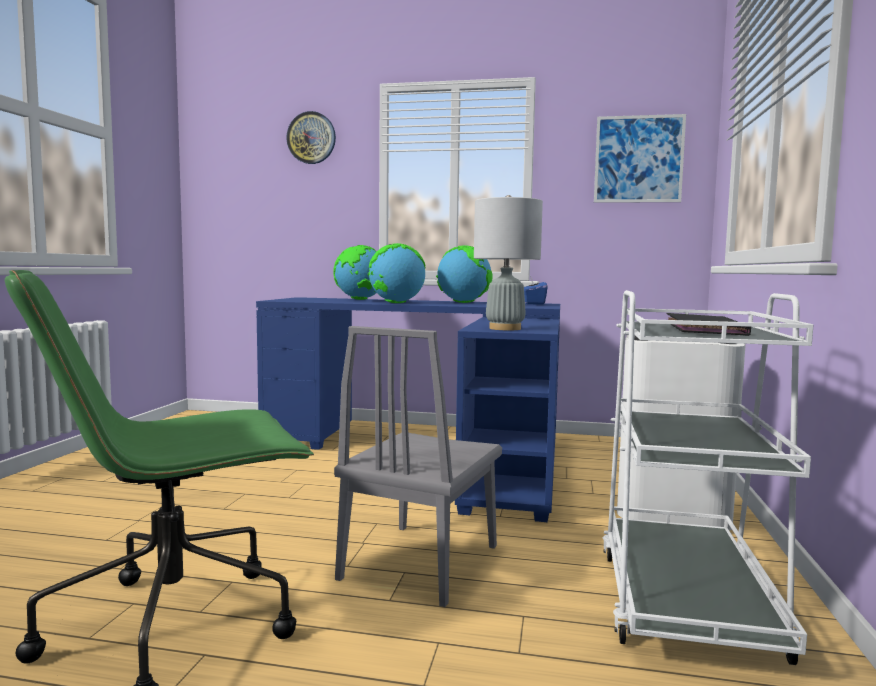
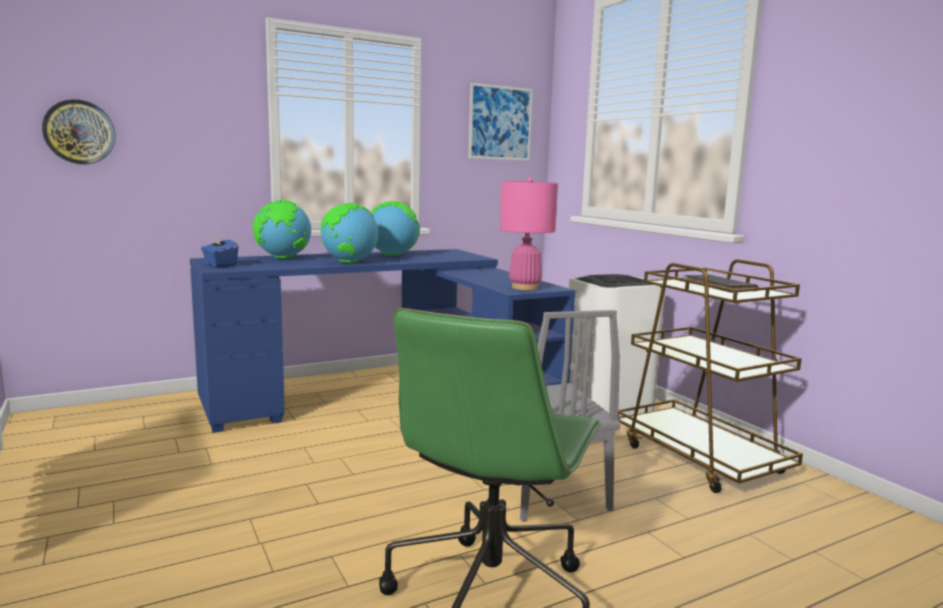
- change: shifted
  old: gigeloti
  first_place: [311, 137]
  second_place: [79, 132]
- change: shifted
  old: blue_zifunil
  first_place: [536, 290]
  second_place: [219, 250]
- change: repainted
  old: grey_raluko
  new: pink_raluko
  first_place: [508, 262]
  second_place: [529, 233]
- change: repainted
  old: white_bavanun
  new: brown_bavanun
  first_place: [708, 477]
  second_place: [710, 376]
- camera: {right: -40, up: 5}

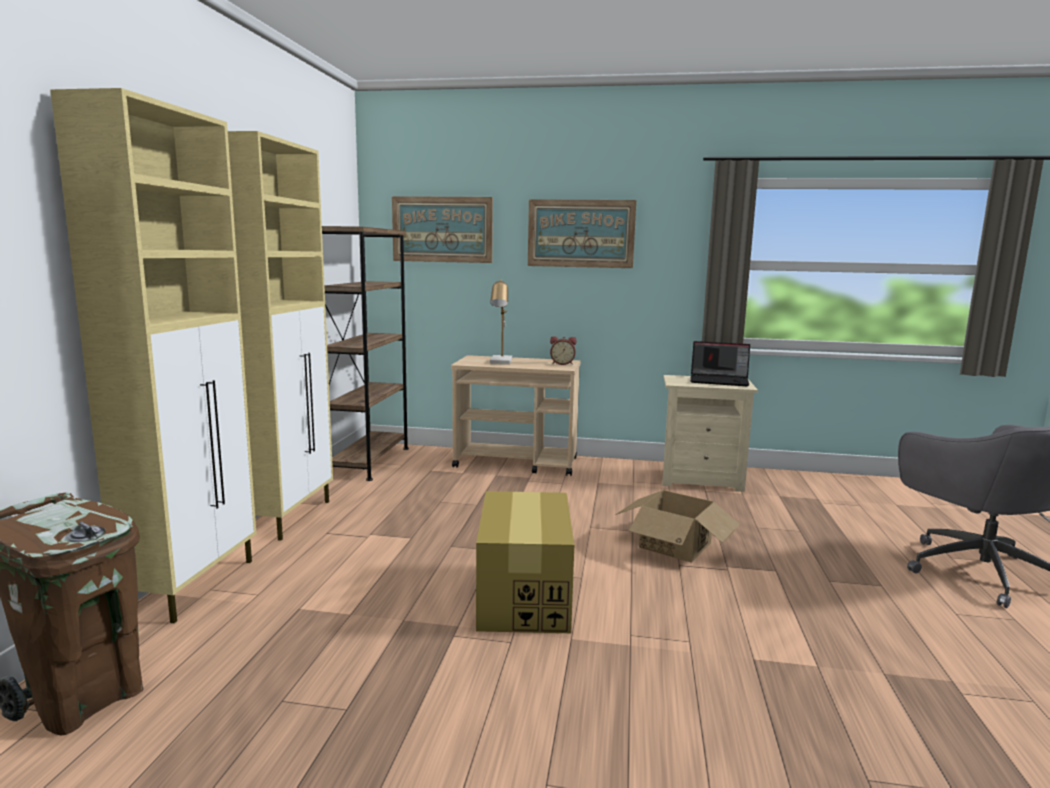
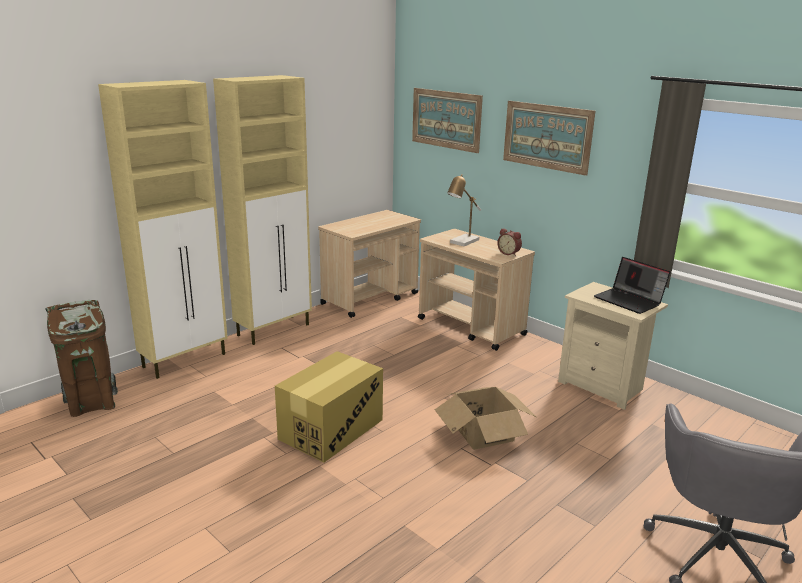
- change: swapped
  old: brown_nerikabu
  new: beige_bavanun
  first_place: [365, 353]
  second_place: [369, 264]
- camera: {right: 35, up: 10}

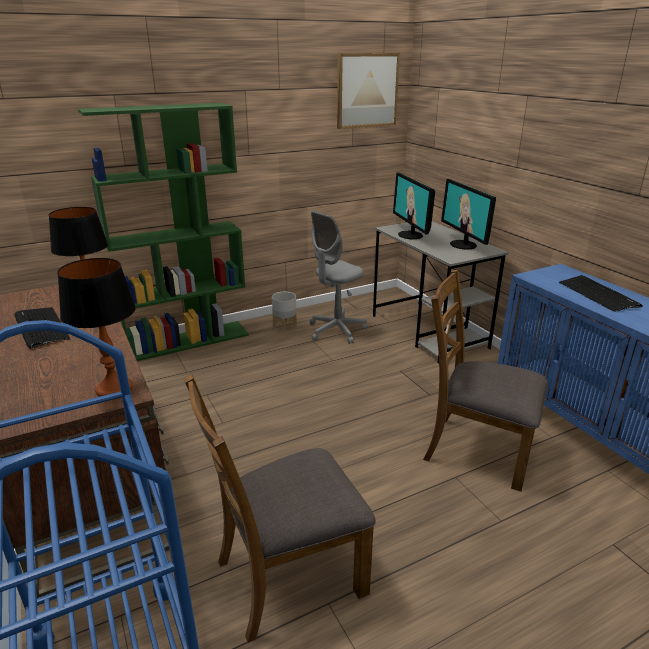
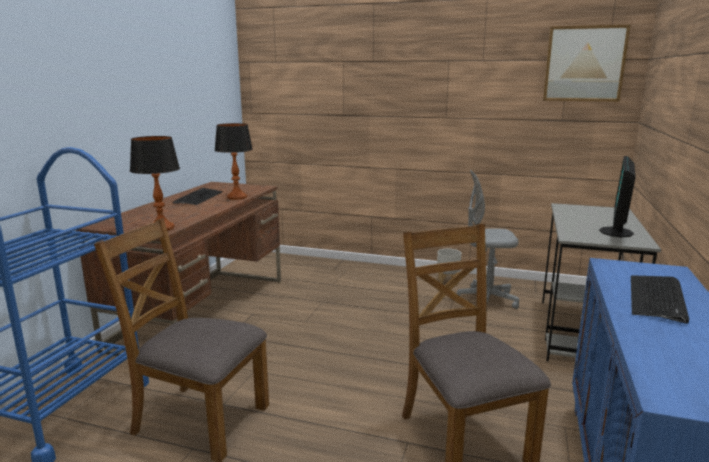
- change: gone
  old: green_nerikabu
  first_place: [163, 232]
- change: gone
  old: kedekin
  first_place: [414, 206]
- camera: {right: 45, up: -10}

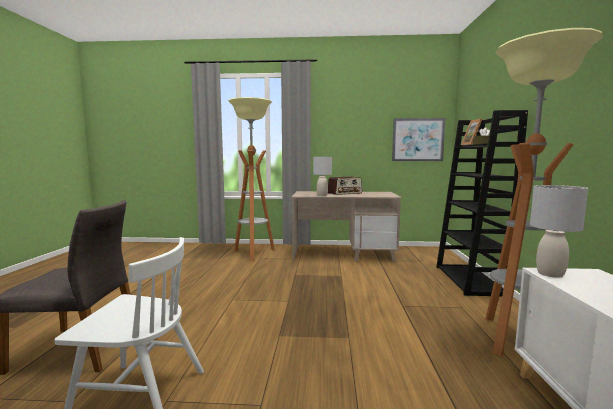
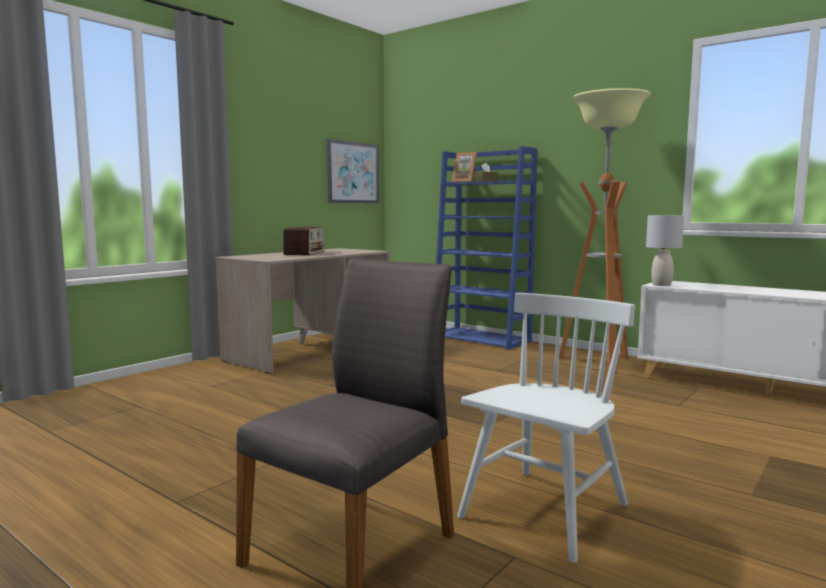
- change: gone
  old: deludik
  first_place: [251, 179]
- change: gone
  old: grey_raluko
  first_place: [322, 176]
- change: repainted
  old: black_nerikabu
  new: blue_nerikabu
  first_place: [482, 203]
  second_place: [486, 248]
- camera: {right: -55, up: 0}

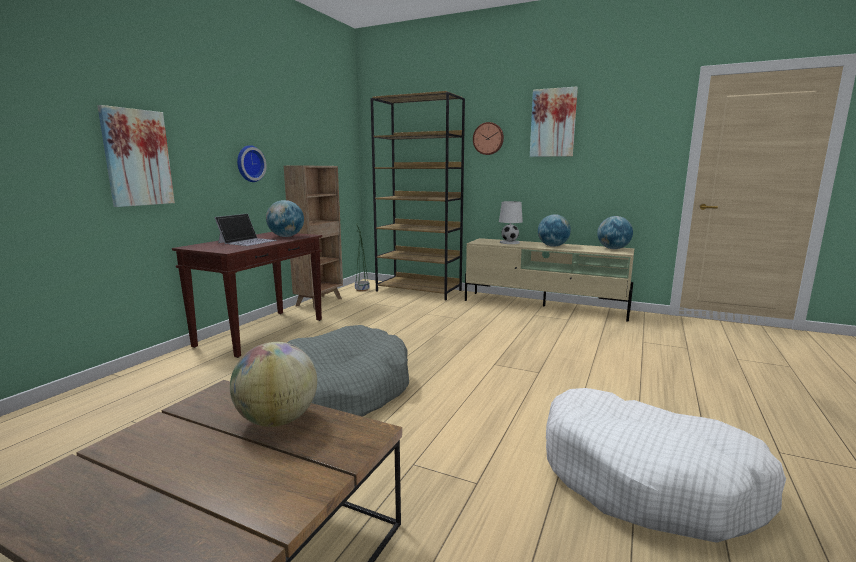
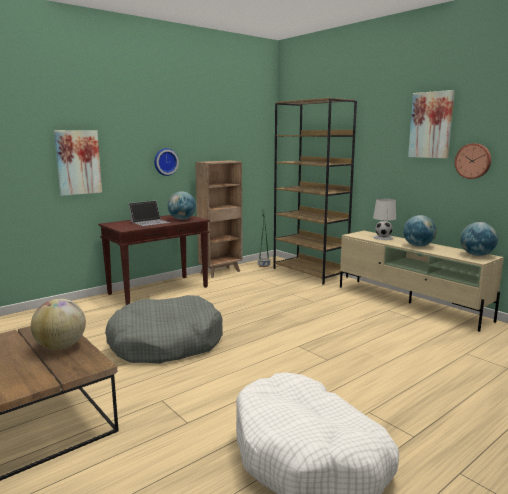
- change: shifted
  old: gigeloti
  first_place: [488, 138]
  second_place: [473, 161]
- camera: {right: 25, up: 0}

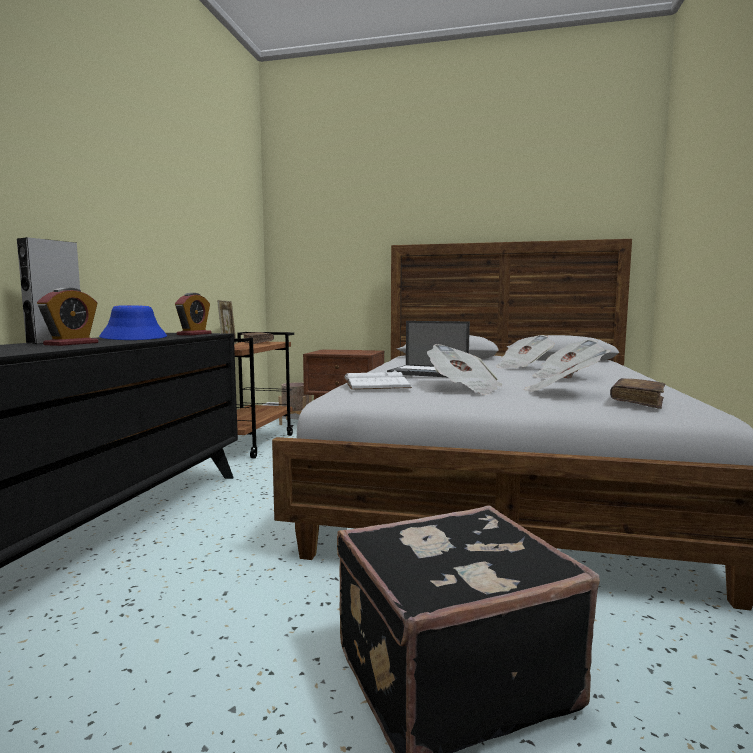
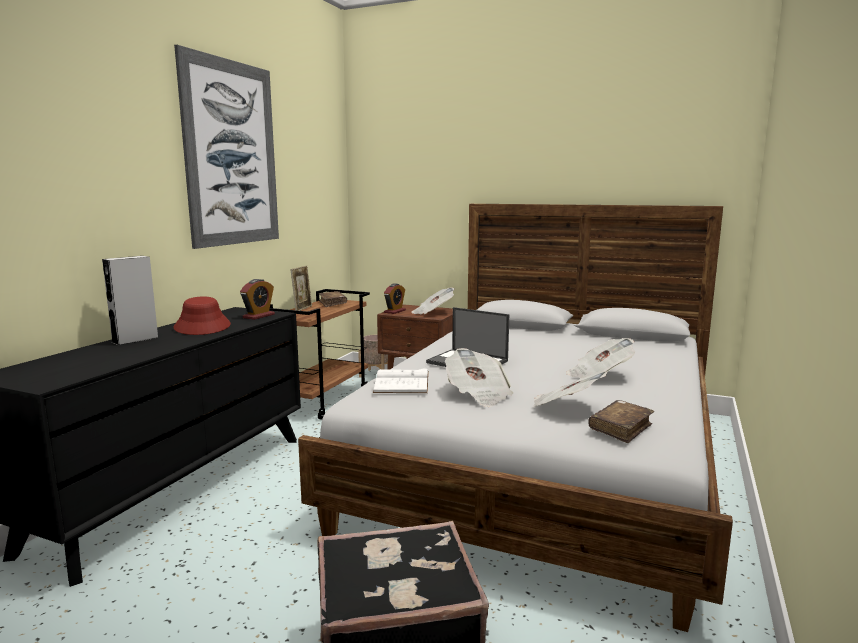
- change: new
  new: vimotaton
  second_place: [226, 147]
- change: shifted
  old: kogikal
  first_place: [67, 317]
  second_place: [395, 299]
- change: shifted
  old: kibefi
  first_place: [525, 351]
  second_place: [433, 300]
- change: repainted
  old: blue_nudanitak
  new: red_nudanitak
  first_place: [133, 322]
  second_place: [202, 316]
- camera: {right: 10, up: 5}

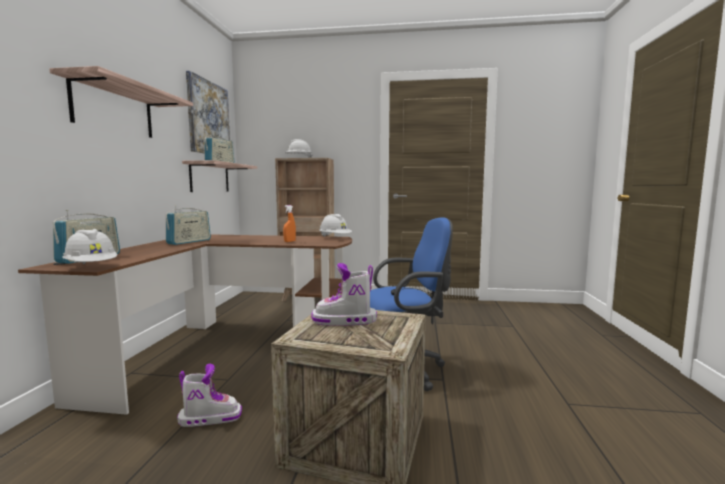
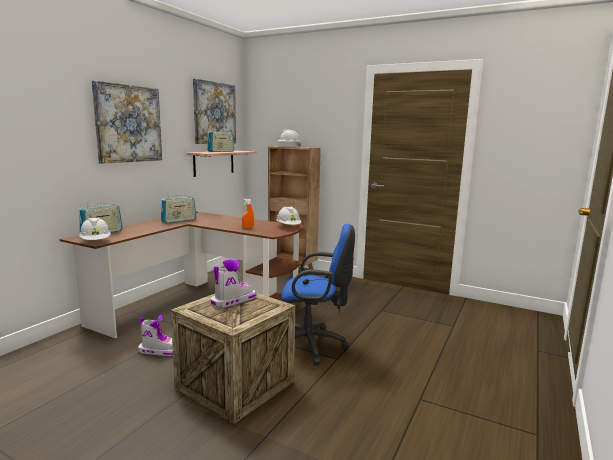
- change: swapped
  old: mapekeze
  new: vimotaton
  first_place: [121, 102]
  second_place: [127, 122]
- change: rotated
  old: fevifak
  first_place: [344, 294]
  second_place: [233, 283]
  degrees: 120
- camera: {right: 20, up: 5}

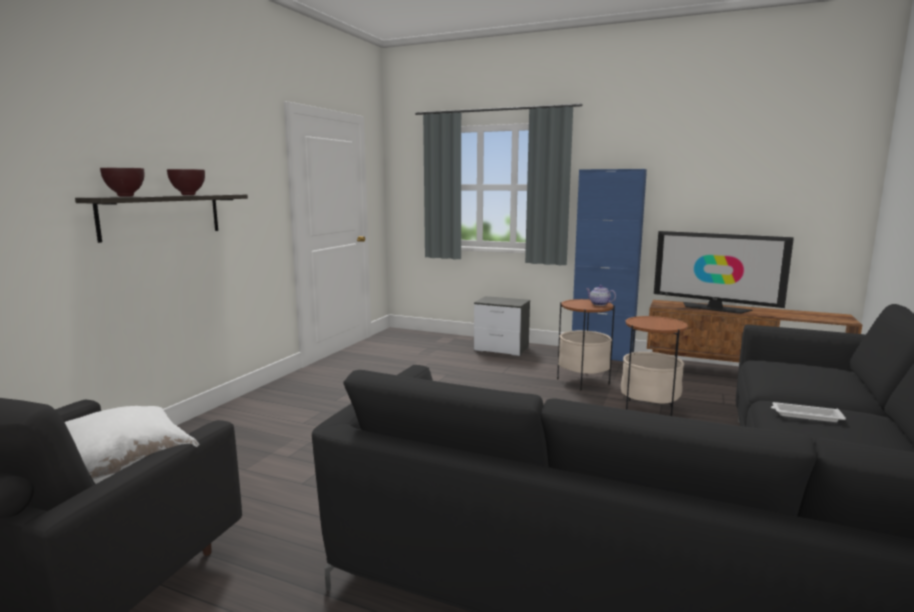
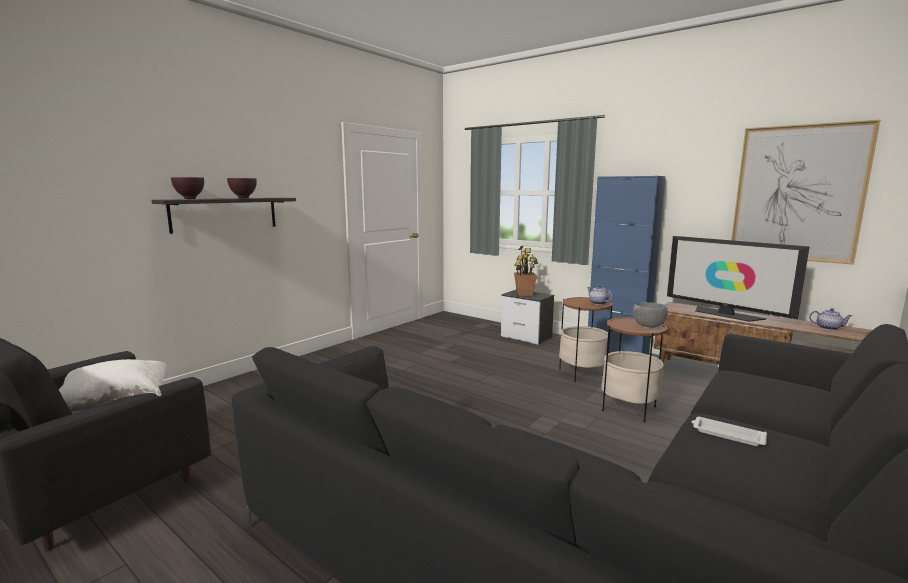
- change: new
  new: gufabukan
  second_place: [526, 271]
- change: new
  new: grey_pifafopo
  second_place: [650, 315]
- change: new
  new: vimotaton
  second_place: [805, 192]
- change: new
  new: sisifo
  second_place: [830, 319]
- camera: {right: 15, up: 0}

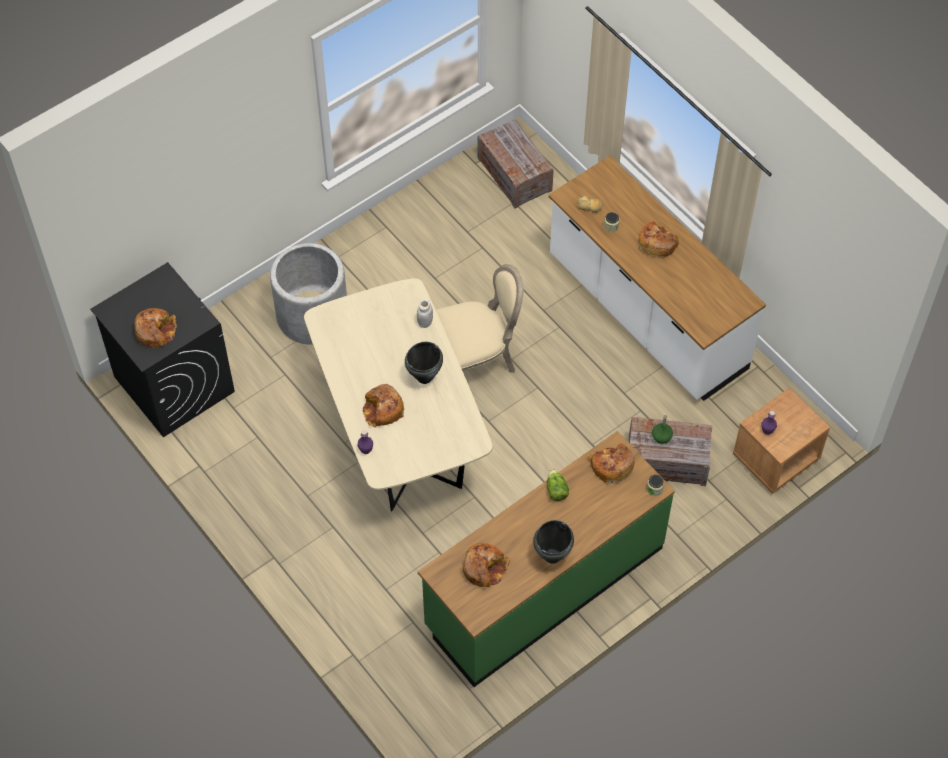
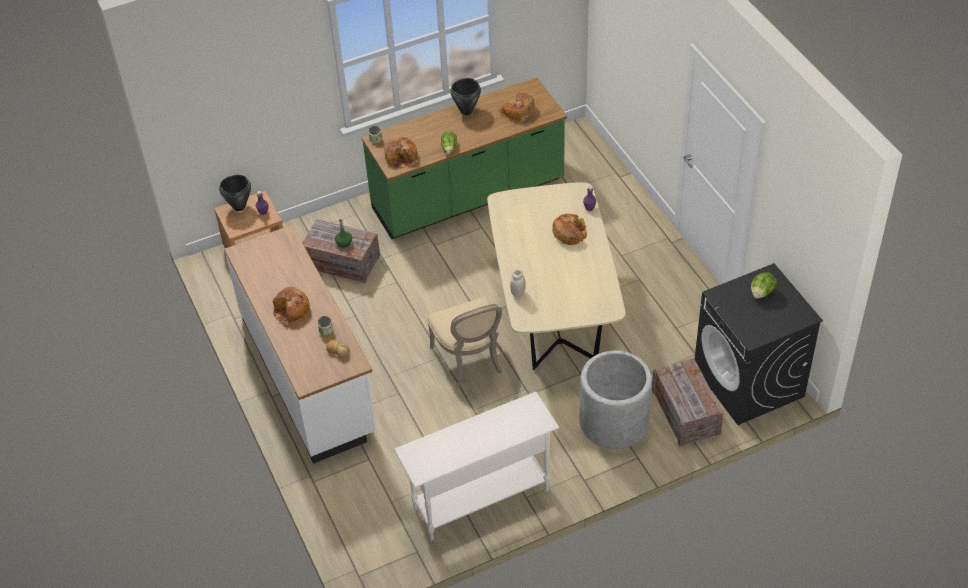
- change: new
  new: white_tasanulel
  second_place: [476, 466]
- change: shifted
  old: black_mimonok
  first_place: [424, 363]
  second_place: [235, 193]
- change: shifted
  old: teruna
  first_place: [516, 164]
  second_place: [688, 402]
- change: swapped
  old: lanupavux
  new: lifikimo
  first_place: [155, 328]
  second_place: [764, 285]
- change: rotated
  old: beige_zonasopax
  first_place: [480, 318]
  second_place: [465, 342]
  degrees: -105
- camera: {right: -165, up: -10}

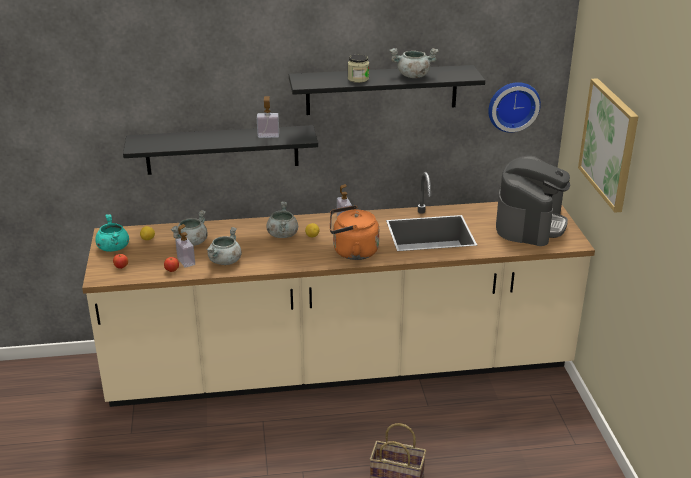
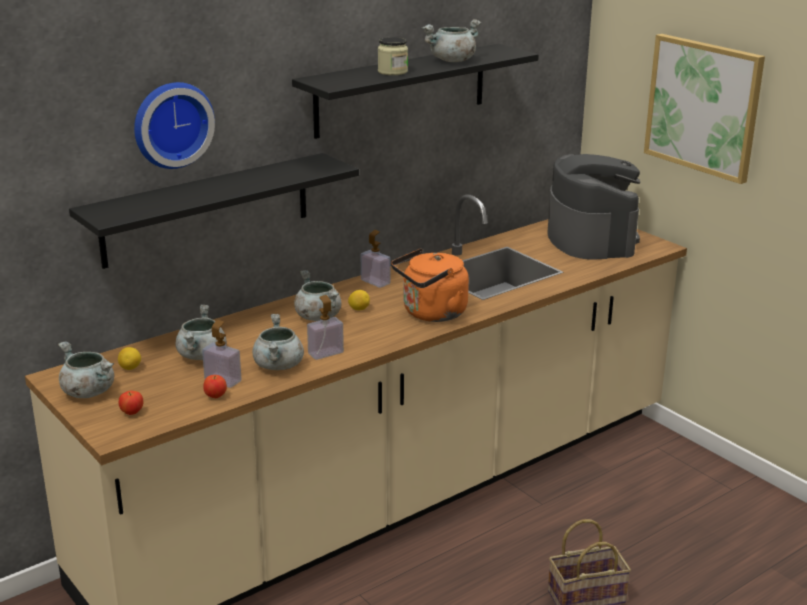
- change: shifted
  old: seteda
  first_place: [268, 117]
  second_place: [325, 327]
- change: shifted
  old: gigeloti
  first_place: [514, 107]
  second_place: [174, 125]
- change: repainted
  old: turquoise_mimonok
  new: grey_mimonok
  first_place: [112, 233]
  second_place: [86, 369]
- camera: {right: -30, up: -5}

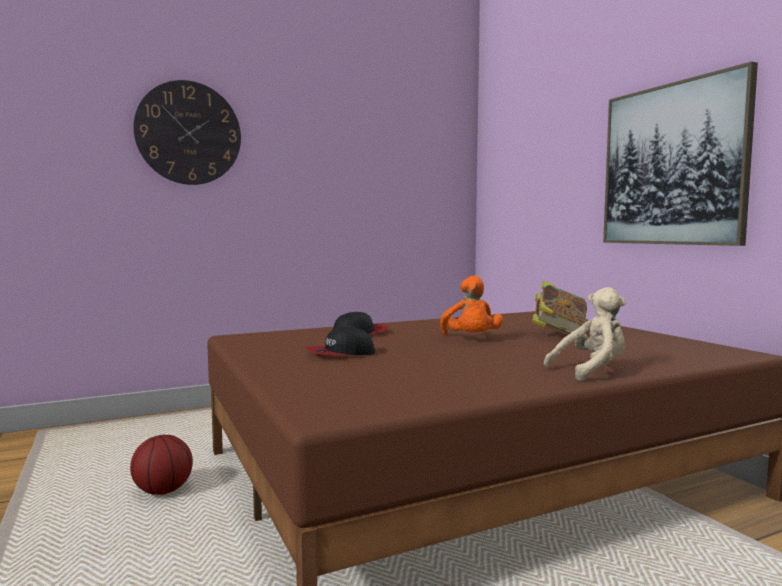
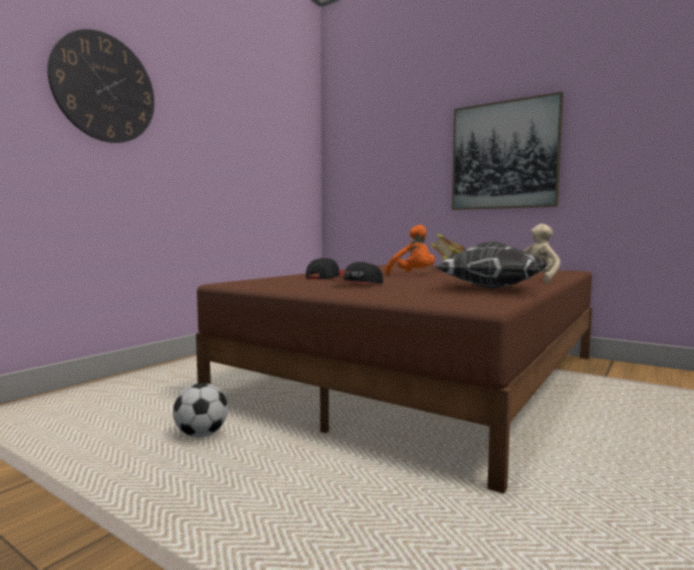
- change: new
  new: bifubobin
  second_place: [491, 265]
- change: swapped
  old: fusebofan
  new: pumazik
  first_place: [161, 465]
  second_place: [200, 410]
- camera: {right: -30, up: 0}

